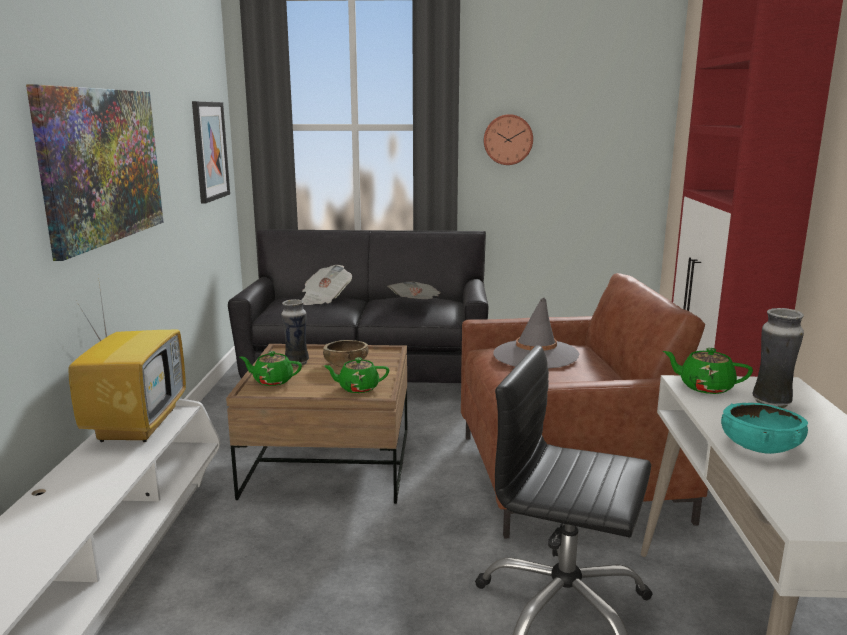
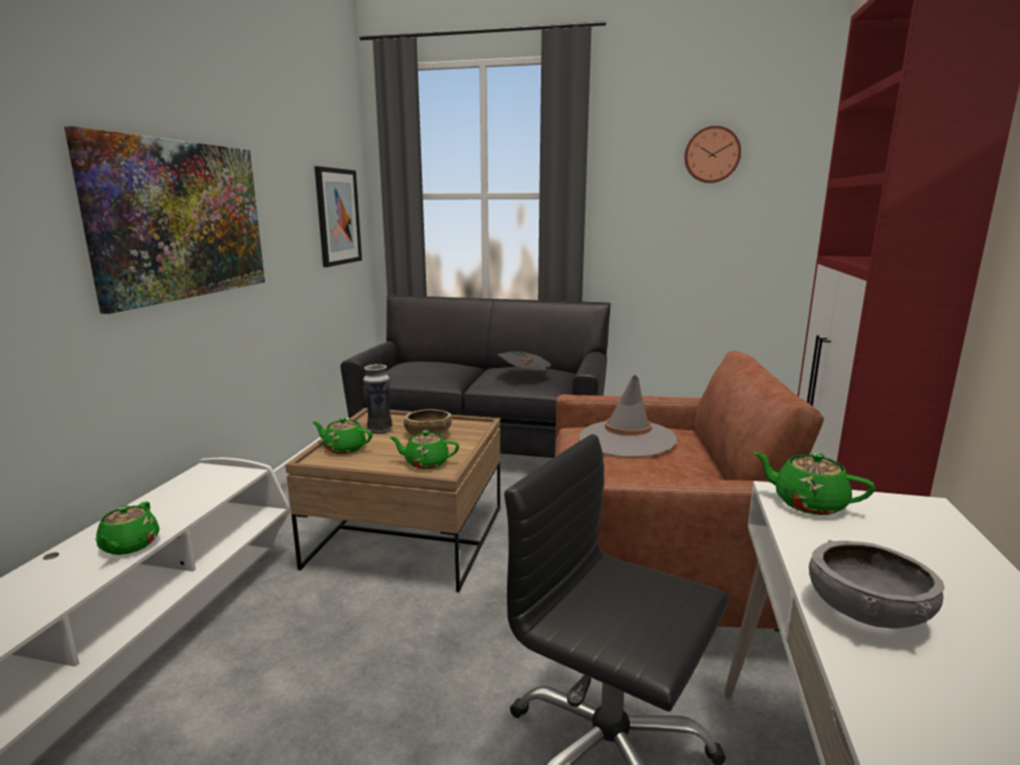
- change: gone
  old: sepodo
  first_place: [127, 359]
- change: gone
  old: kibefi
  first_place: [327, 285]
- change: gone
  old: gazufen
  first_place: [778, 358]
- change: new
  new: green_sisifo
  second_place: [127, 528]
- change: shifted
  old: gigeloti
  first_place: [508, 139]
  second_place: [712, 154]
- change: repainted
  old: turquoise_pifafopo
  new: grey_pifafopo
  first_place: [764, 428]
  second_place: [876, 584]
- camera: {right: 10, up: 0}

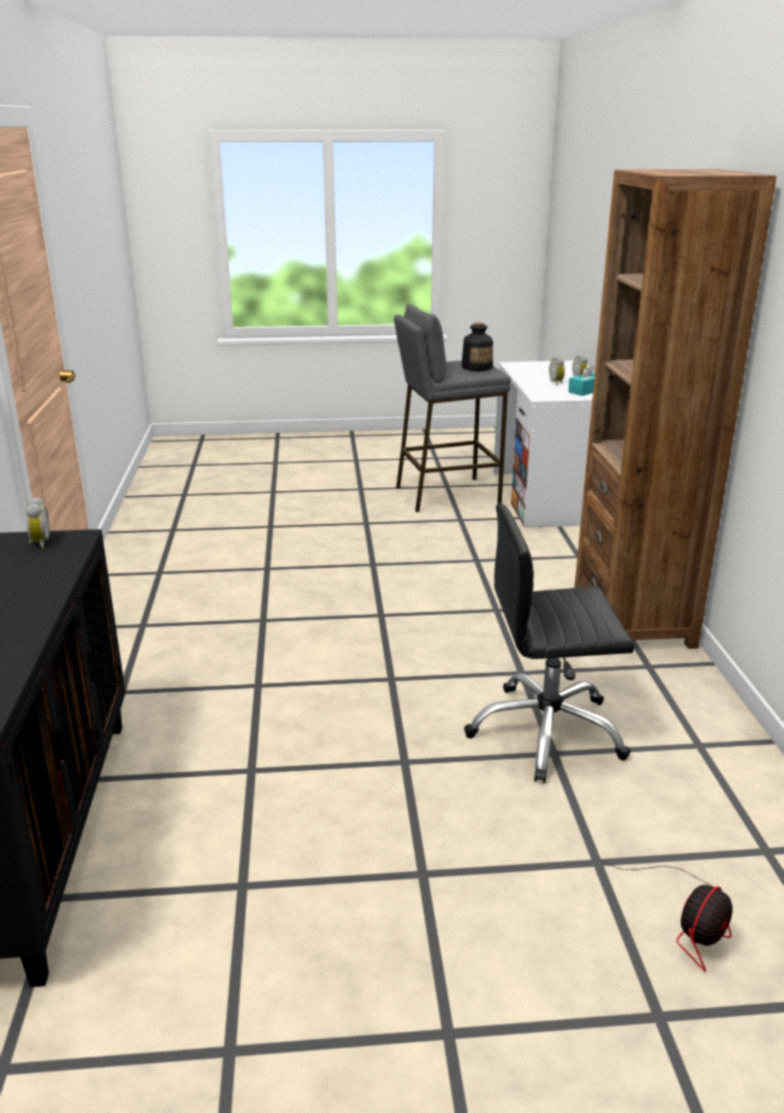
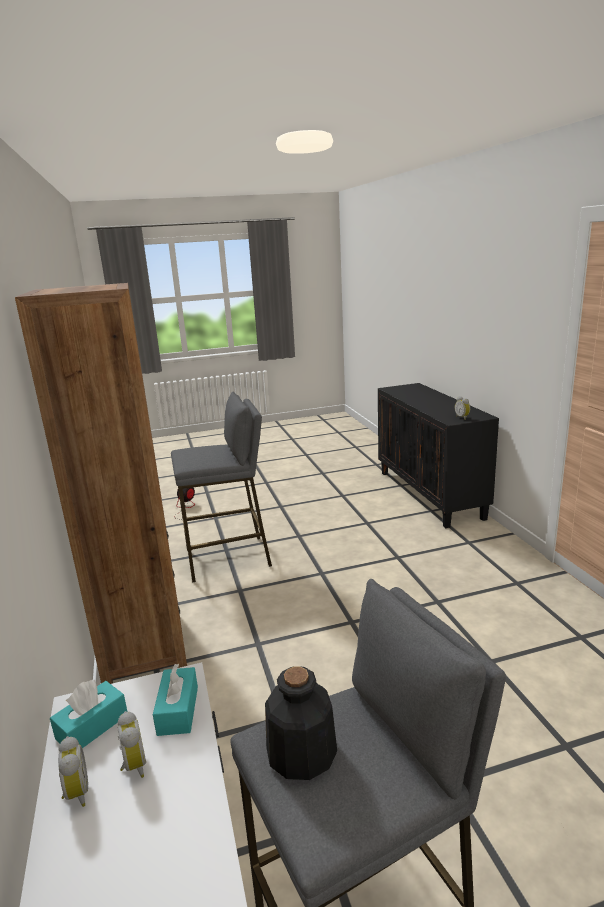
- change: new
  new: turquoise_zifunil
  second_place: [175, 700]
- change: swapped
  old: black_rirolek
  new: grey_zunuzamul
  first_place: [549, 643]
  second_place: [221, 487]
- camera: {right: 170, up: -5}

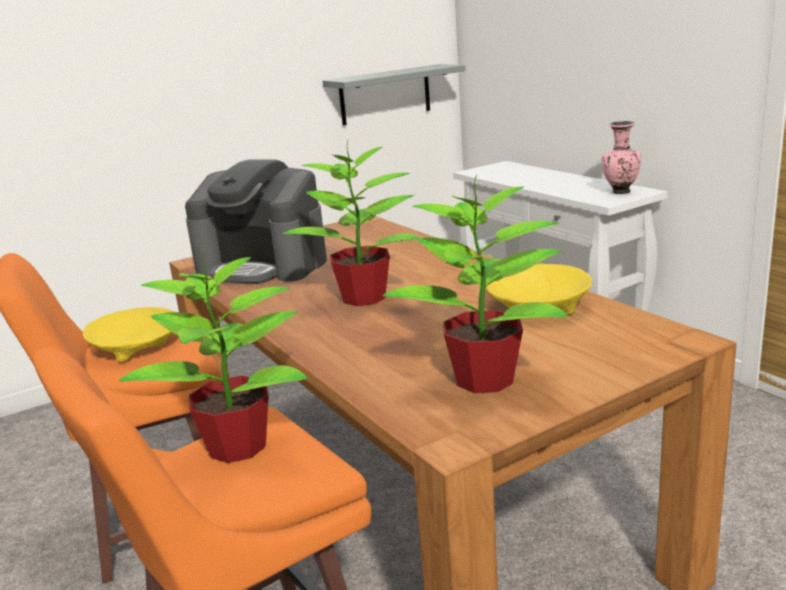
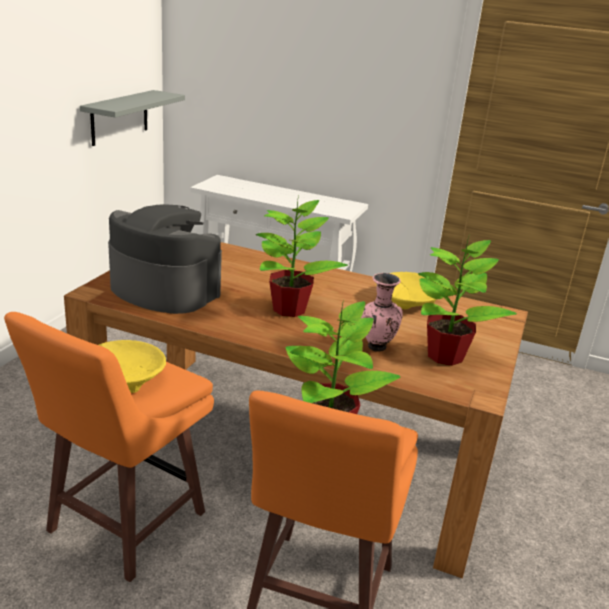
- change: shifted
  old: pink_gazufen
  first_place: [621, 157]
  second_place: [382, 312]
- change: rotated
  old: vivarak
  first_place: [256, 222]
  second_place: [165, 259]
  degrees: -135
- camera: {right: -40, up: 5}

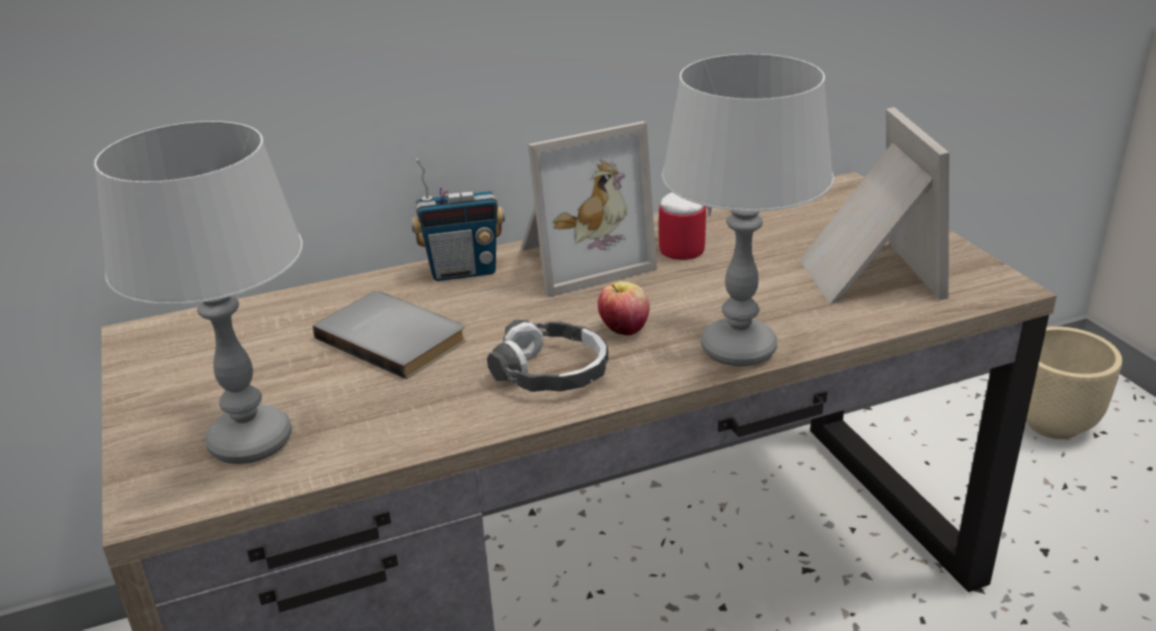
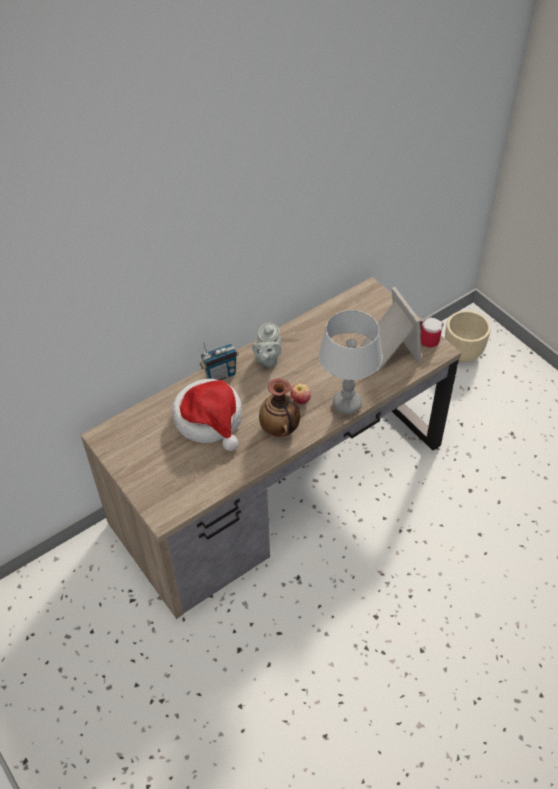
- change: gone
  old: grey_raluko
  first_place: [198, 292]
- change: shifted
  old: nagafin
  first_place: [685, 226]
  second_place: [432, 332]
- change: swapped
  old: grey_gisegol
  new: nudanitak
  first_place: [389, 335]
  second_place: [207, 415]
- change: swapped
  old: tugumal
  new: gazufen
  first_place: [547, 356]
  second_place: [279, 407]
- change: swapped
  old: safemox
  new: grey_sisifo
  first_place: [589, 209]
  second_place: [266, 344]
- camera: {right: -15, up: 20}

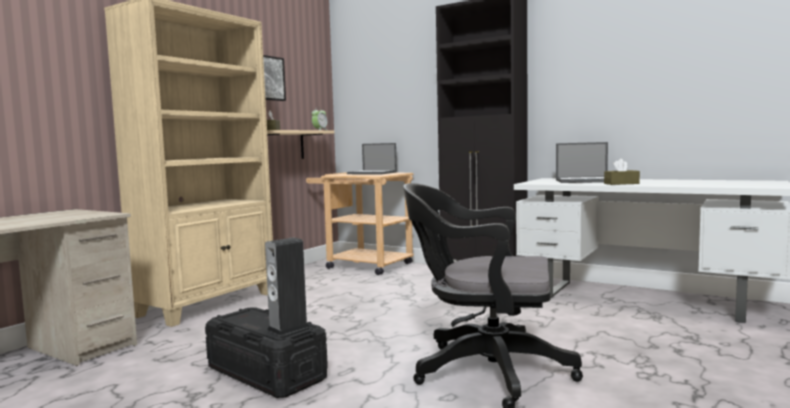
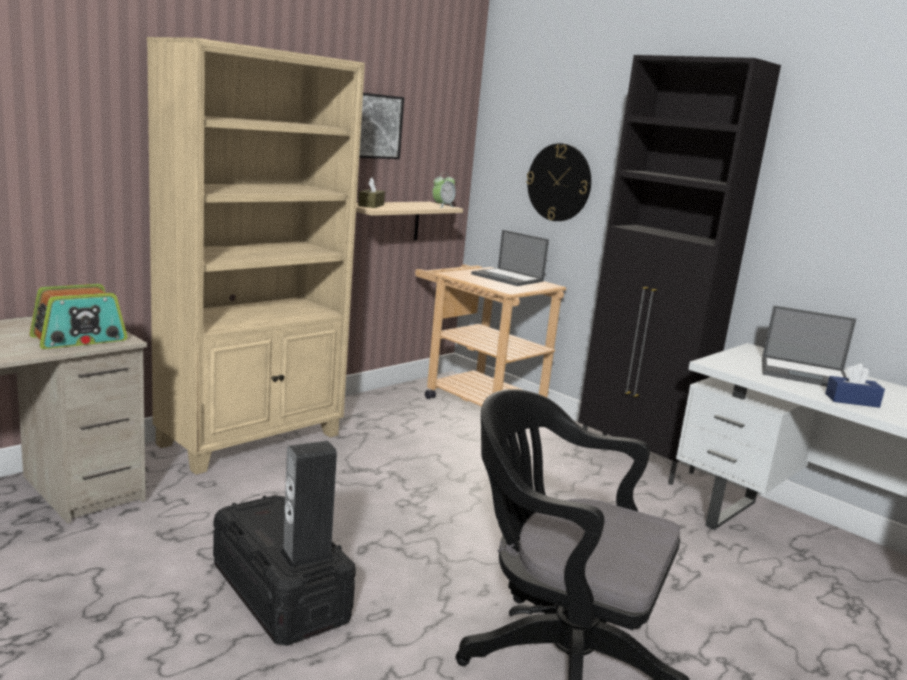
- change: new
  new: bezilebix
  second_place: [78, 316]
- change: new
  new: gigeloti
  second_place: [558, 182]
- change: repainted
  old: brown_zifunil
  new: blue_zifunil
  first_place: [622, 172]
  second_place: [855, 386]
- camera: {right: 10, up: 10}

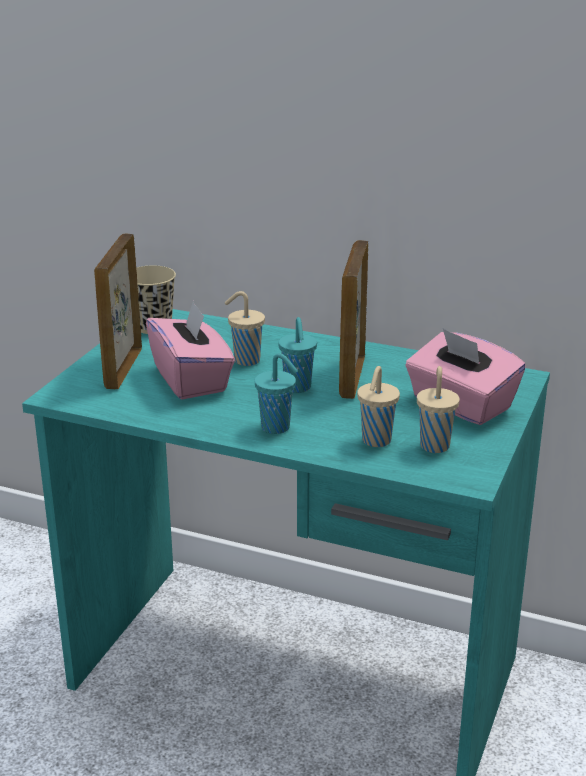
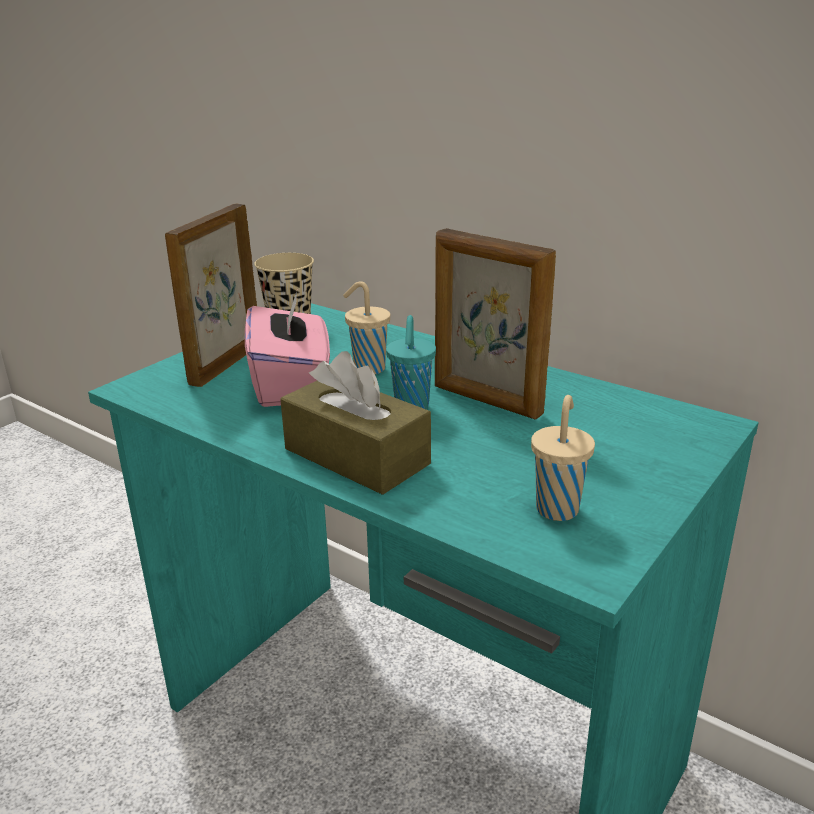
- change: gone
  old: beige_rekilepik
  first_place: [378, 406]
- change: gone
  old: pink_zifunil
  first_place: [465, 376]
- change: swapped
  old: turquoise_rekilepik
  new: brown_zifunil
  first_place: [276, 393]
  second_place: [355, 423]
- change: rotated
  old: safemox
  first_place: [353, 319]
  second_place: [495, 324]
  degrees: -75
- camera: {right: 15, up: 0}

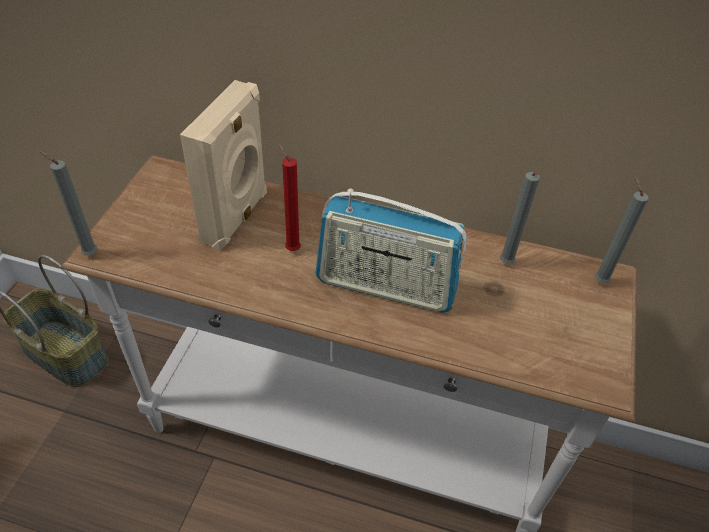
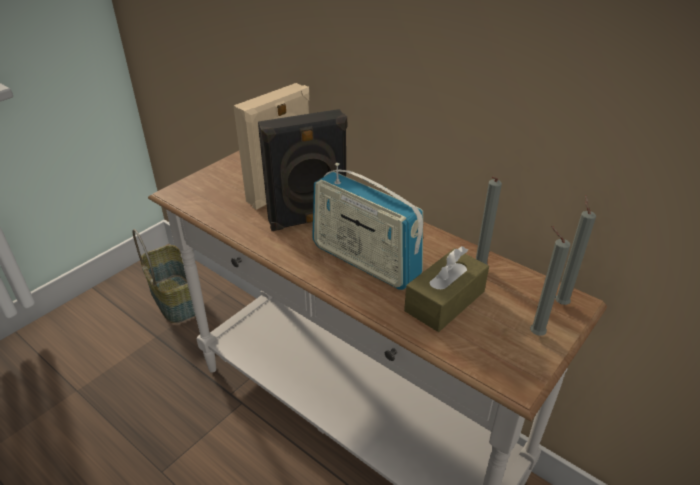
- change: new
  new: brown_zifunil
  second_place: [446, 289]
- change: shifted
  old: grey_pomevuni
  first_place: [68, 203]
  second_place: [550, 281]
- change: swapped
  old: red_pomevuni
  new: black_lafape
  first_place: [289, 197]
  second_place: [302, 170]
- camera: {right: 25, up: -10}

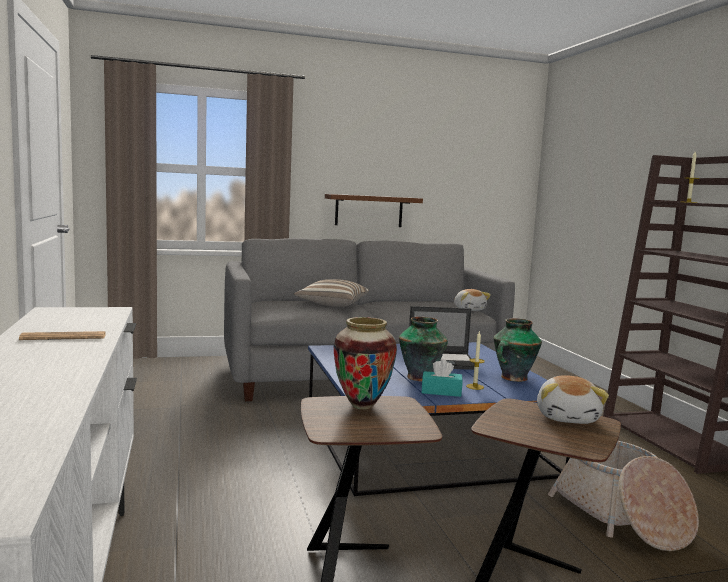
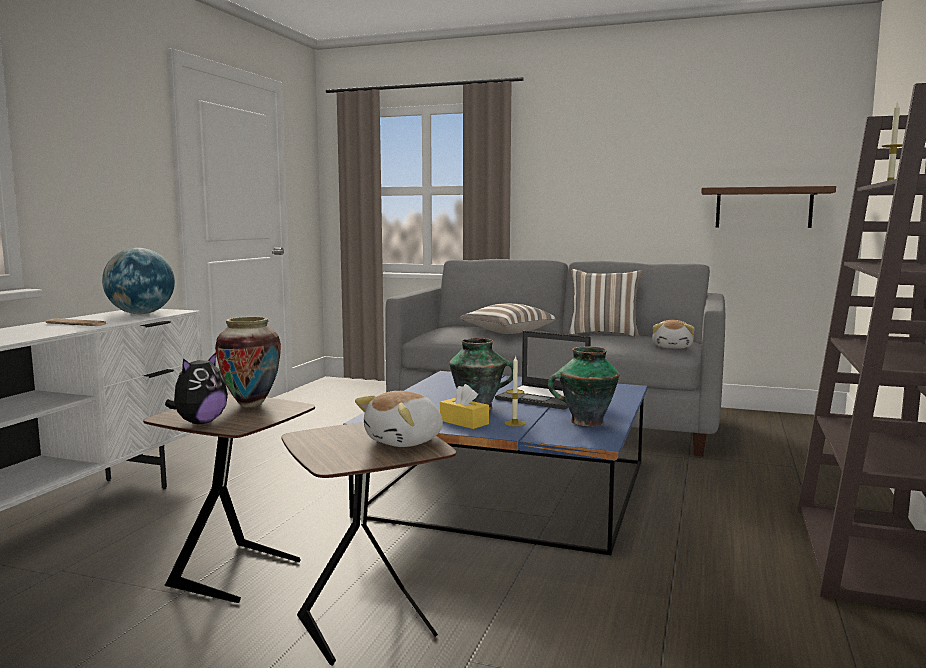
- change: gone
  old: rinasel
  first_place: [623, 496]
- change: new
  new: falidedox
  second_place: [138, 281]
- change: new
  new: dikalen
  second_place: [196, 388]
- change: new
  new: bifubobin
  second_place: [606, 303]
- change: shifted
  old: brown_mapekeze
  first_place: [374, 210]
  second_place: [768, 207]
- change: repainted
  old: turquoise_zifunil
  new: yellow_zifunil
  first_place: [442, 378]
  second_place: [464, 406]
- camera: {right: 35, up: 0}

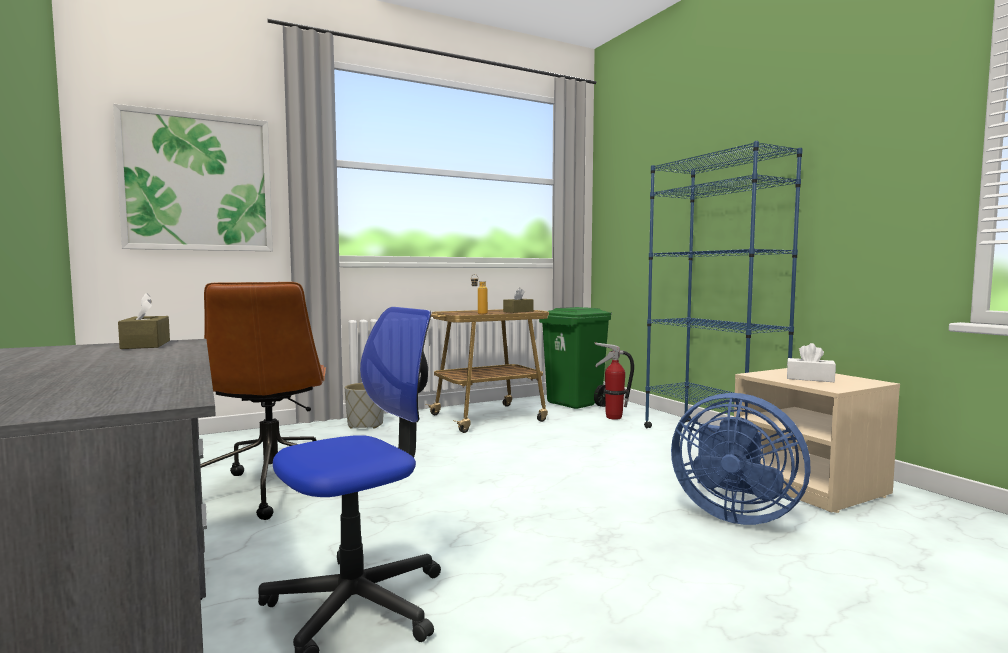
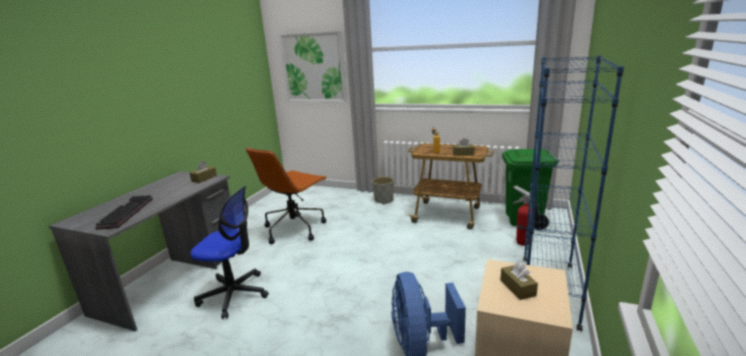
- change: new
  new: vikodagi
  second_place: [124, 212]
- change: repainted
  old: white_zifunil
  new: brown_zifunil
  first_place: [811, 362]
  second_place: [519, 280]
- camera: {right: 50, up: 15}

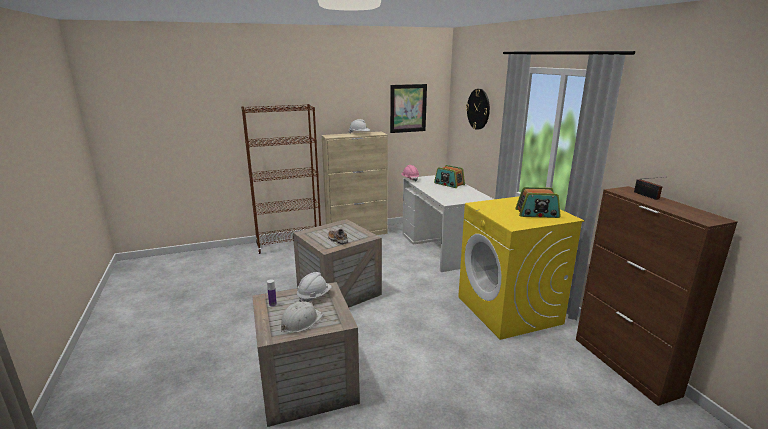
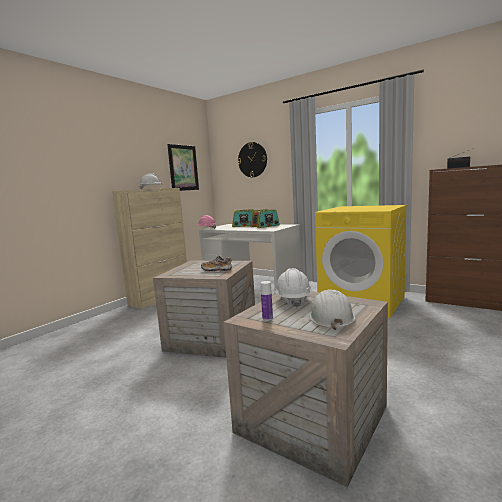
- change: gone
  old: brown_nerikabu
  first_place: [281, 179]
- change: shifted
  old: bezilebix
  first_place: [538, 202]
  second_place: [265, 218]
- camera: {right: -35, up: -10}

